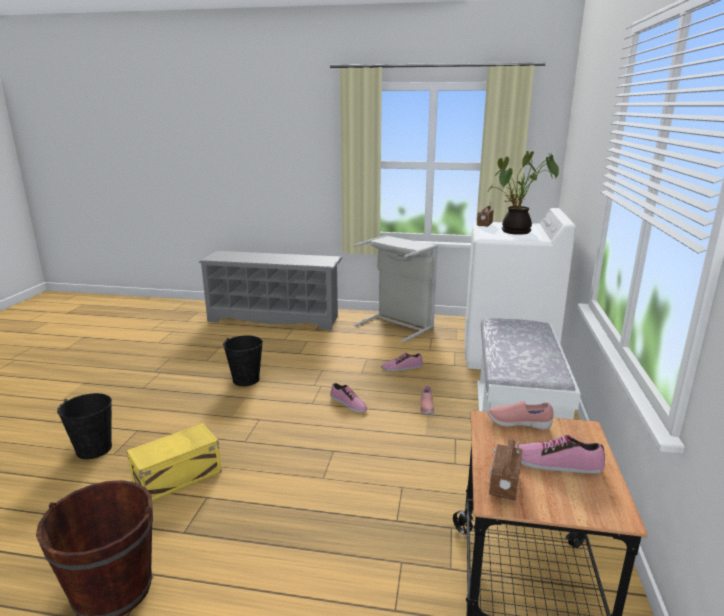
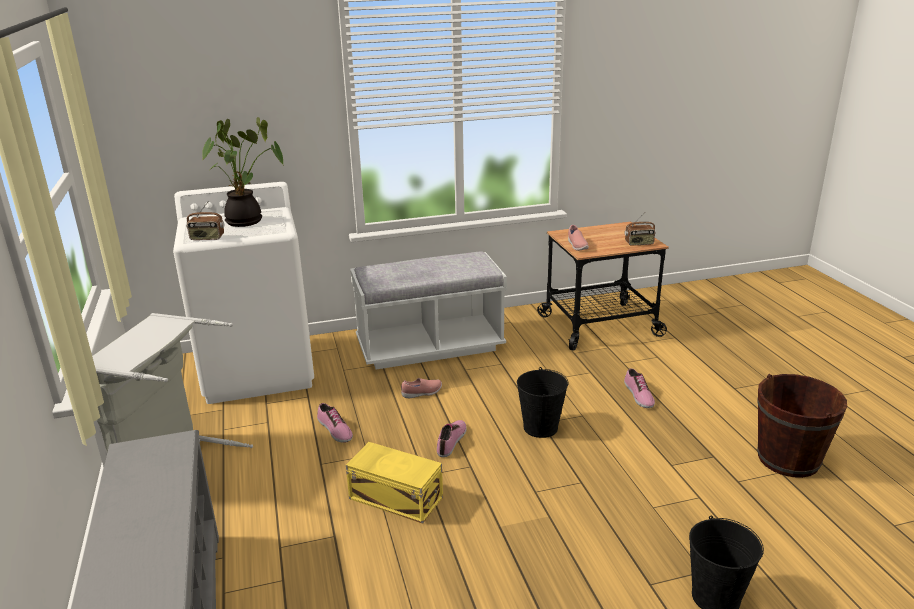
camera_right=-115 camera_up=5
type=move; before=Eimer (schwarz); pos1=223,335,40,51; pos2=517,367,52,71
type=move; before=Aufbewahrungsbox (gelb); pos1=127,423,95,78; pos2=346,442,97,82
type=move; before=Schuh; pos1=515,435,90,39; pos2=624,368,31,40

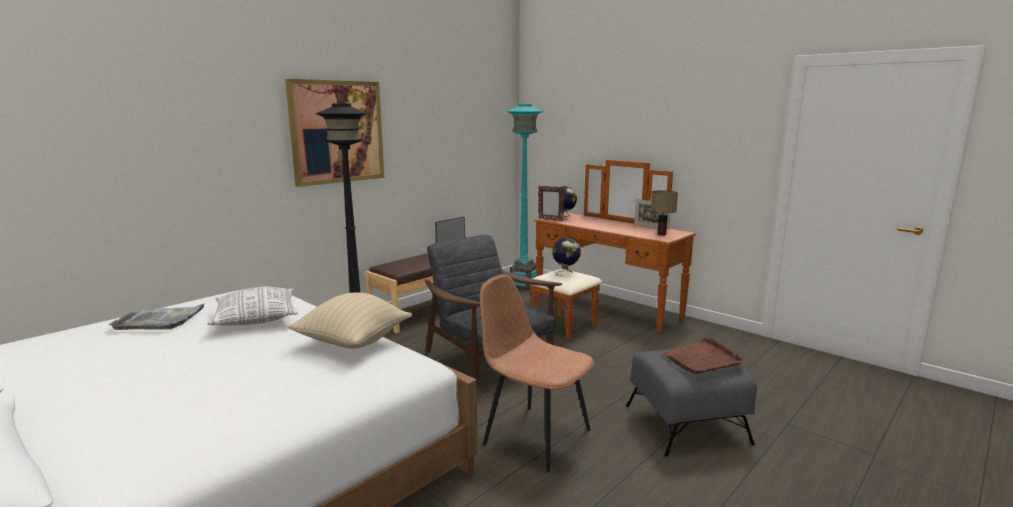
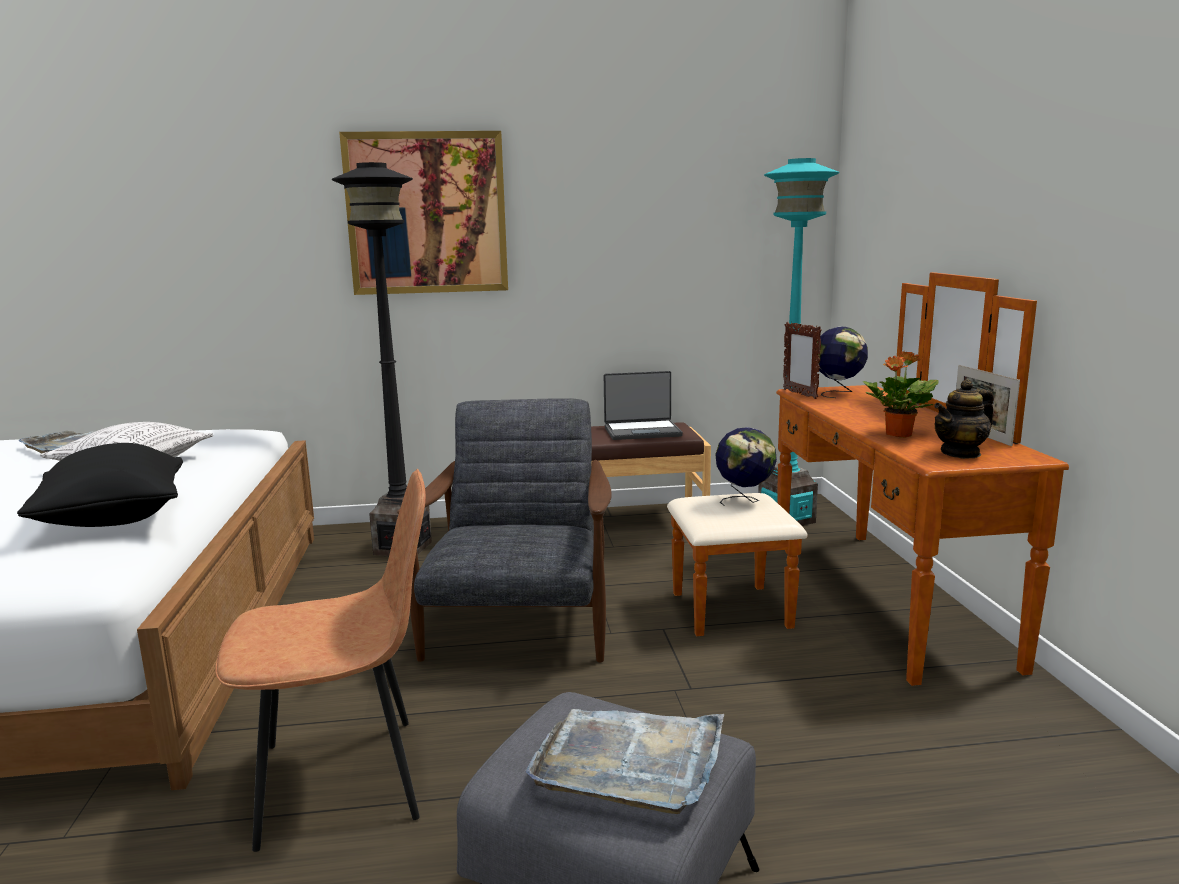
camera_right=40 camera_up=0
type=replace; before=Tischlampe; after=Teekanne; pos1=651,190,27,46; pos2=934,379,60,80
type=rotate; before=Stuhl (braun); pos1=480,274,114,198; pos2=215,469,211,383; turn=90
type=recolor; before=Kissen (beige); after=Kissen (schwarz); pos1=288,292,124,57; pos2=17,443,166,84
type=recolor; before=Tablett (braun); after=Tablett (grau); pos1=661,337,84,37; pos2=526,709,198,105
type=insert; after=Topfpflanze; pos2=863,351,76,87

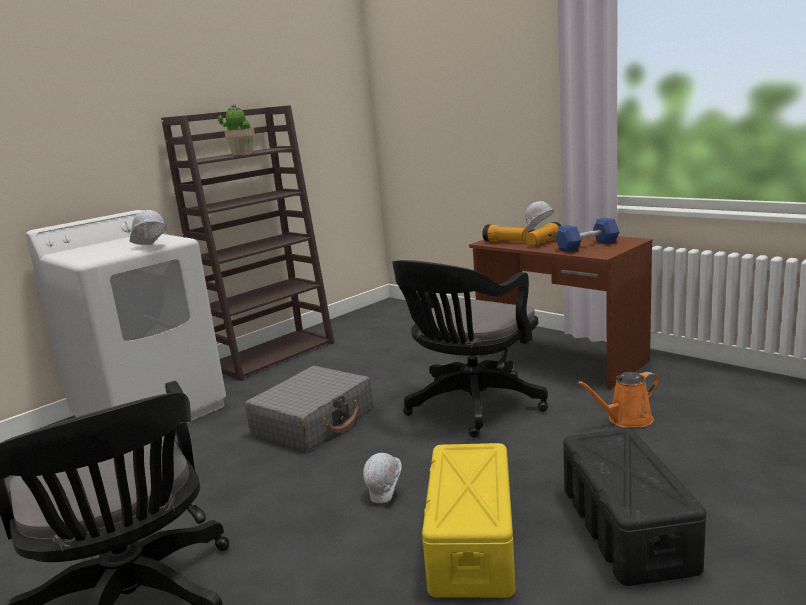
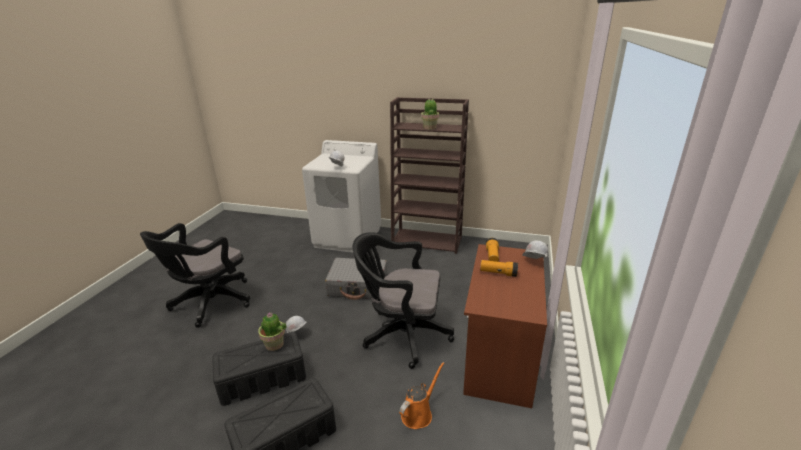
camera_right=60 camera_up=10
type=delete; before=Hantel (blau); pos1=555,218,64,34
type=rotate; before=Gießkanne (orange); pos1=577,372,82,56; pos2=399,362,45,67; turn=90
type=recolor; before=Aufbewahrungsbox (gelb); after=Aufbewahrungsbox (schwarz); pos1=422,443,94,155; pos2=212,332,94,74
type=insert; after=Topfpflanze; pos2=258,313,28,38

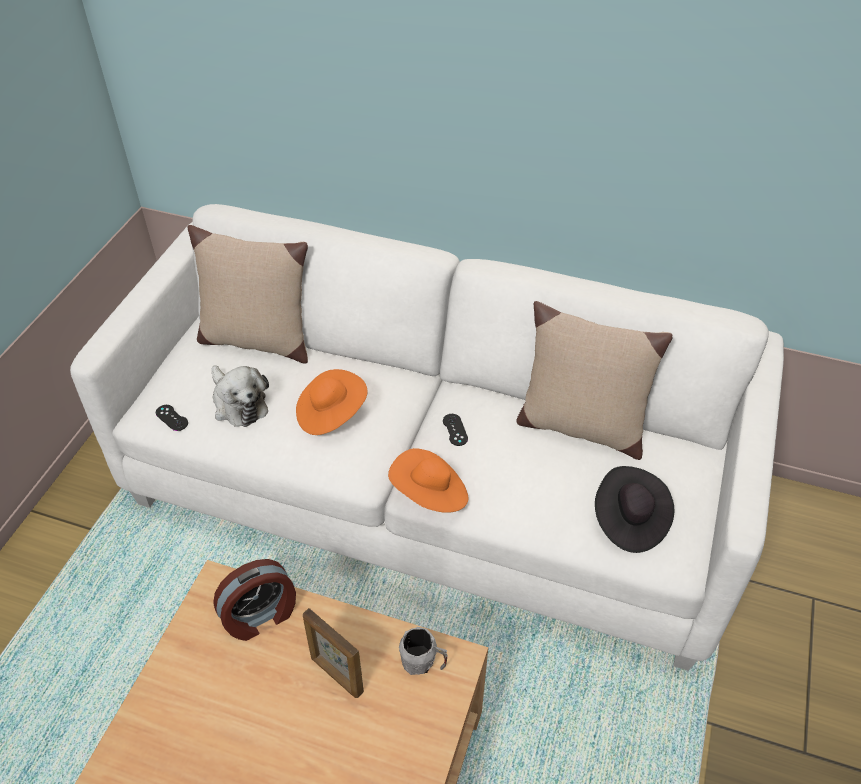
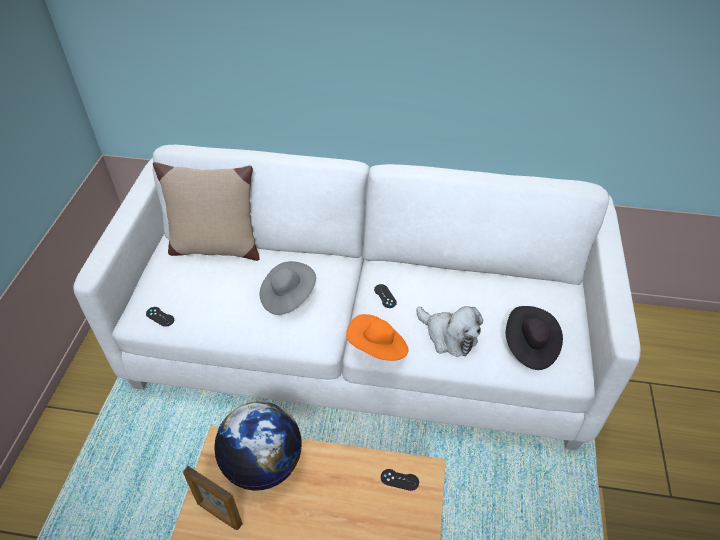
camera_right=-10 camera_up=0
type=delete; before=Kissen (beige); pos1=516,301,156,159
type=move; before=Plüschtier; pos1=212,365,57,62; pos2=416,306,67,51
type=recolor; before=Hut (orange); after=Hut (grau); pos1=296,369,72,66; pos2=259,261,57,54
type=replace; before=Wecker; after=Globus; pos1=213,559,83,82; pos2=214,401,88,90
type=move; before=Bilderrahmen; pos1=303,608,61,90; pos2=183,466,60,64
type=replace; before=Henkelbecher (grau); after=Gamepad (schwarz); pos1=399,627,49,48; pos2=381,469,38,22

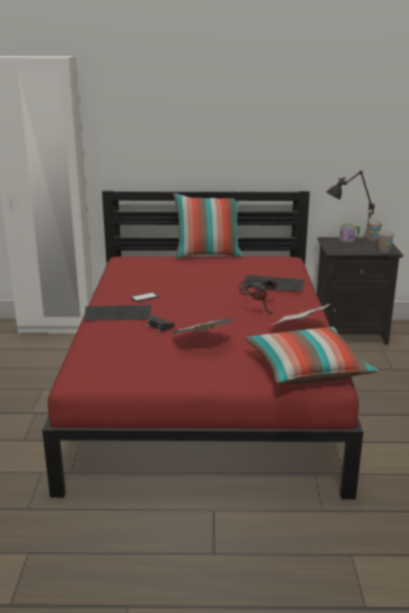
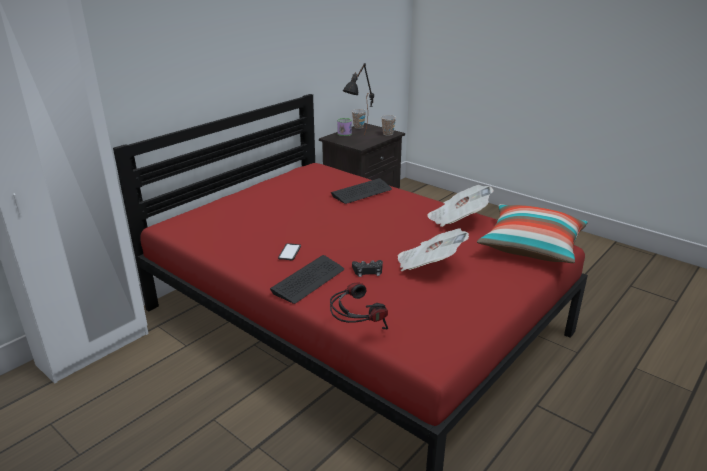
camera_right=-50 camera_up=5
type=delete; before=Kissen; pos1=173,191,69,68
type=move; before=Kopfhörer; pos1=239,279,38,35; pos2=330,282,58,47

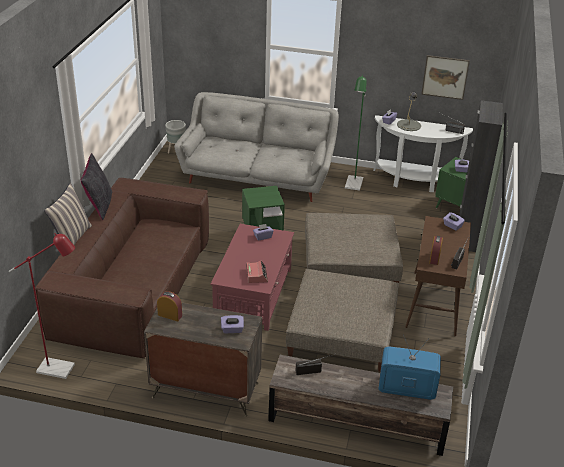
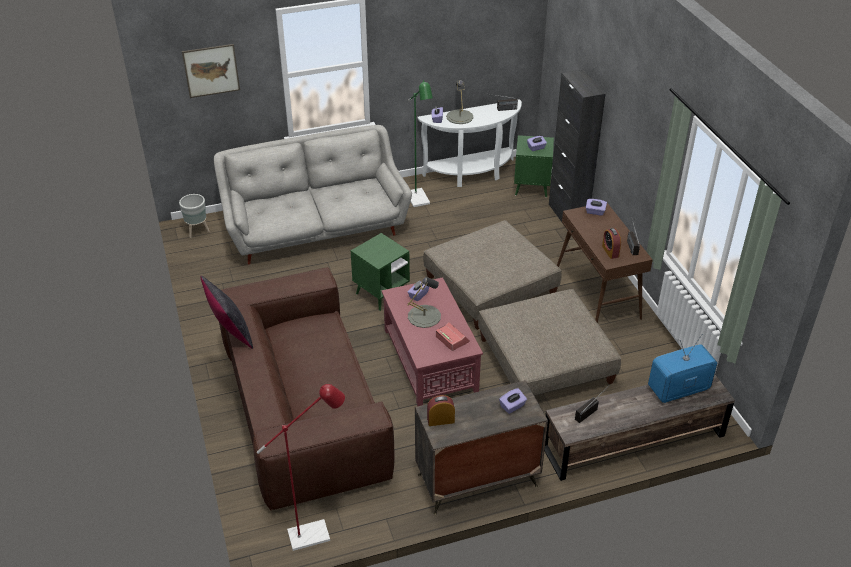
camera_right=-30 camera_up=5
type=move; before=Bild; pos1=421,55,49,45; pos2=182,44,58,54
type=delete; before=Kissen; pos1=44,183,48,62
type=insert; after=Tischlampe (grau); pos2=408,277,33,51

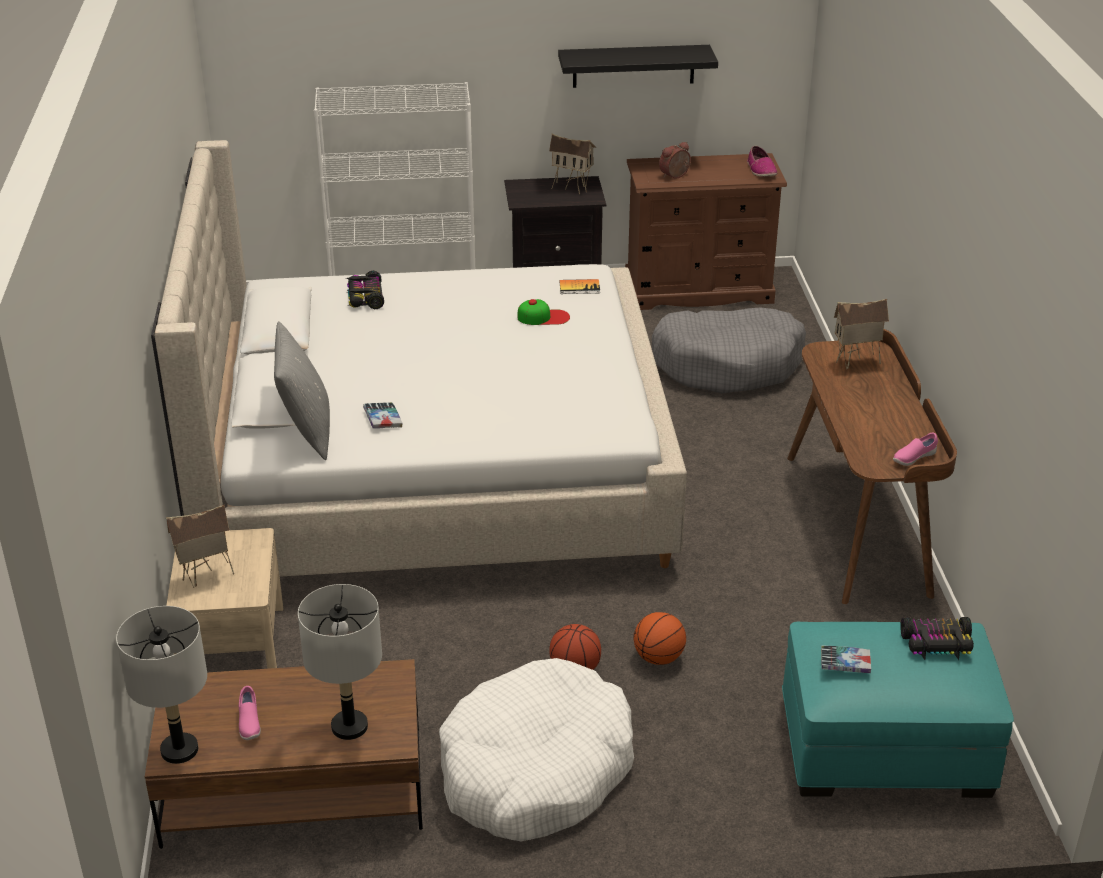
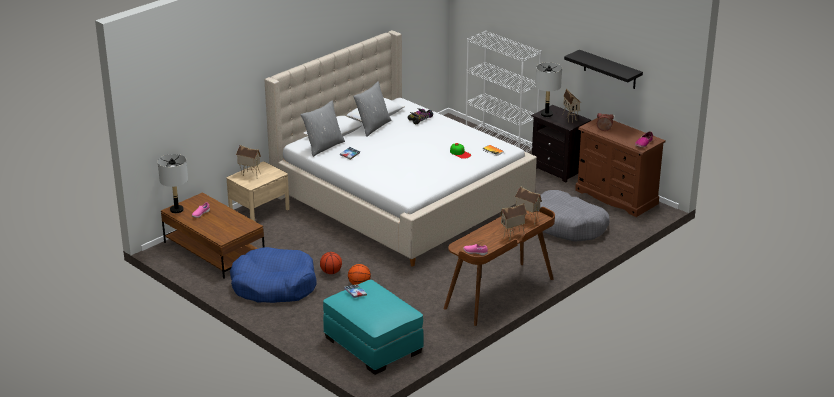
camera_right=50 camera_up=-5
type=move; before=Tischlampe (grau); pos1=298,584,84,156; pos2=535,62,27,55
type=delete; before=Spielzeugauto; pos1=900,617,74,43
type=recolor; before=Hundebett (weiß); after=Hundebett (blau); pos1=439,658,195,183; pos2=230,247,87,56
type=insert; after=Kissen (grau); pos2=353,81,39,56
type=insert; after=Spielzeughaus; pos2=500,203,27,38

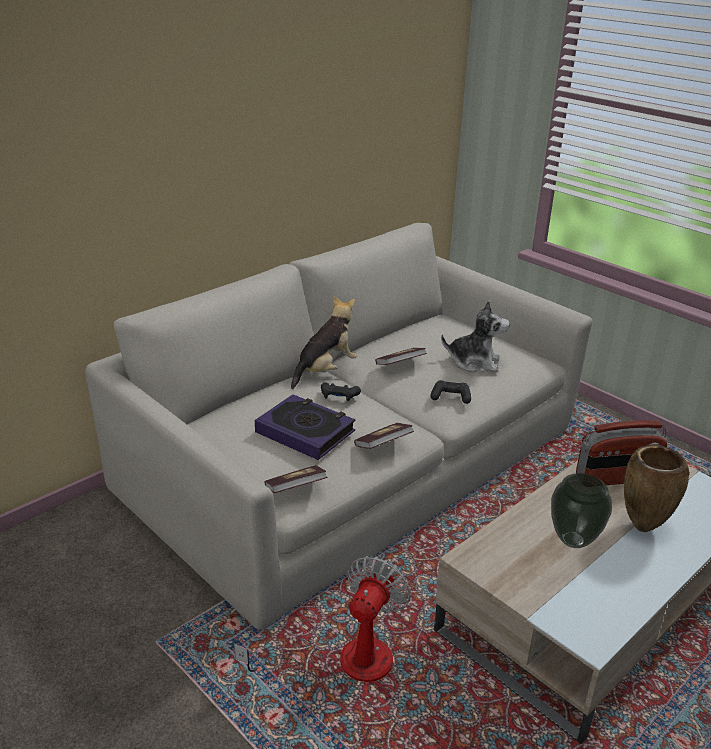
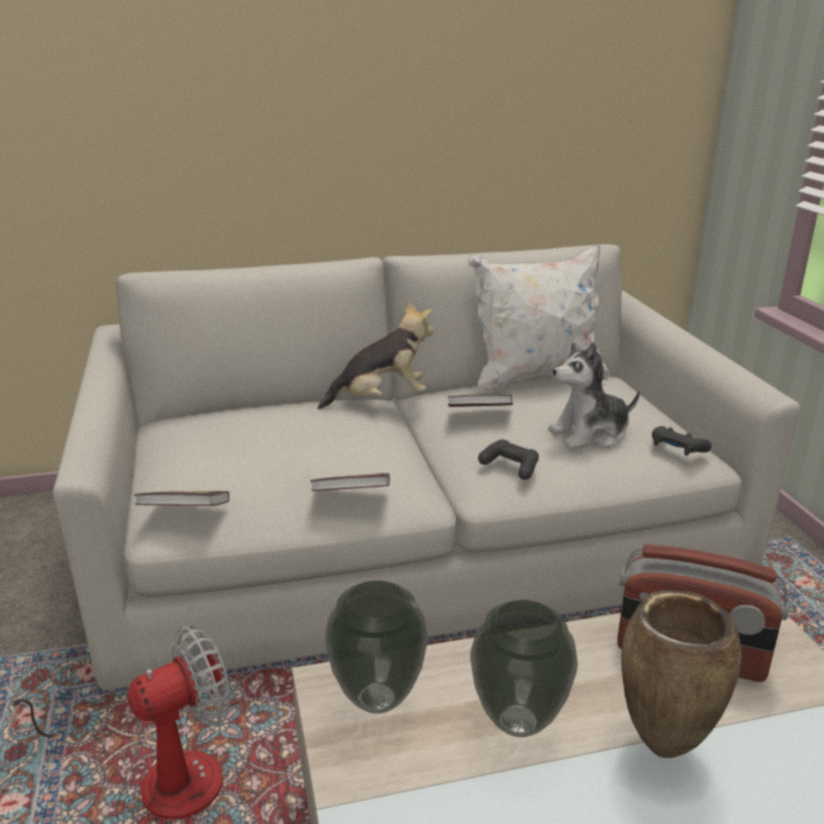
camera_right=30 camera_up=-5
type=rotate; before=Plüschtier; pos1=441,300,69,73; pos2=548,342,92,107; turn=120
type=move; before=Gamepad (schwarz); pos1=321,382,40,19; pos2=652,426,60,30
type=delete; before=Buch; pos1=255,394,100,66
type=insert; after=Kissen (weiß); pos2=467,245,142,148
type=insert; after=Vase; pos2=325,580,103,134

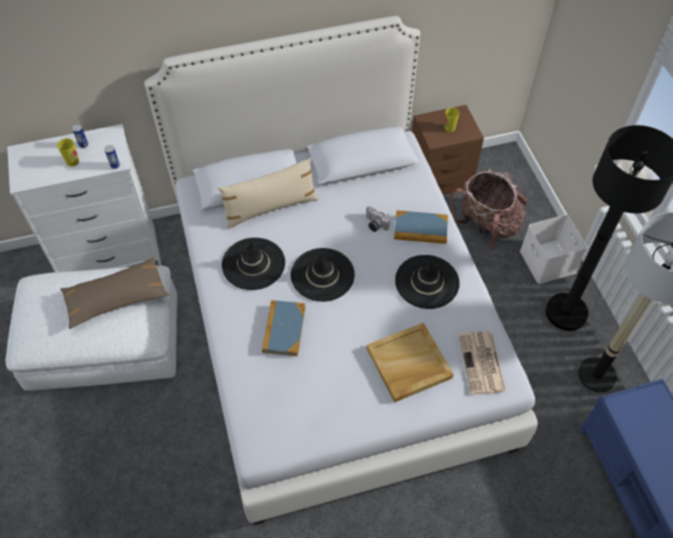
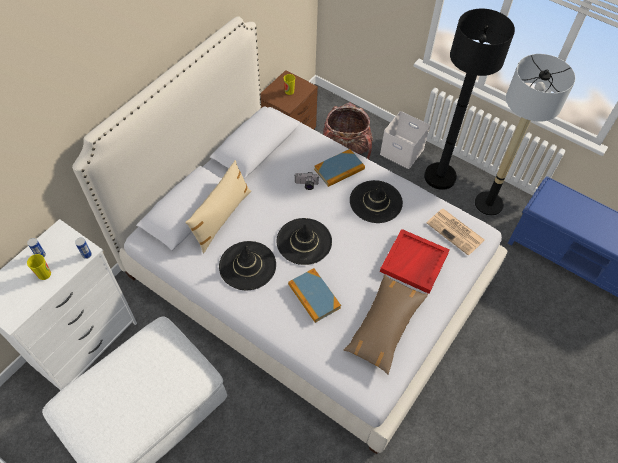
camera_right=-40 camera_up=0
type=move; before=Kissen (braun); pos1=60,257,109,72; pos2=344,274,84,101
type=recolor; before=Tablett (beige); after=Tablett (rot); pos1=367,323,87,80; pos2=380,229,70,65

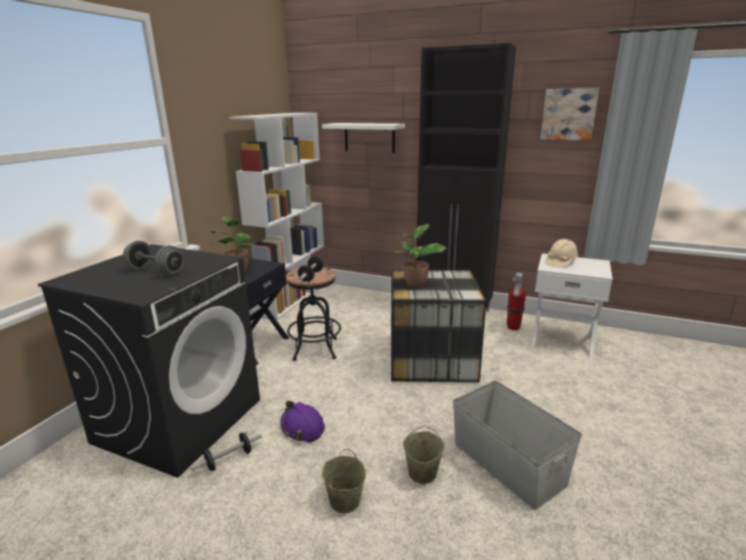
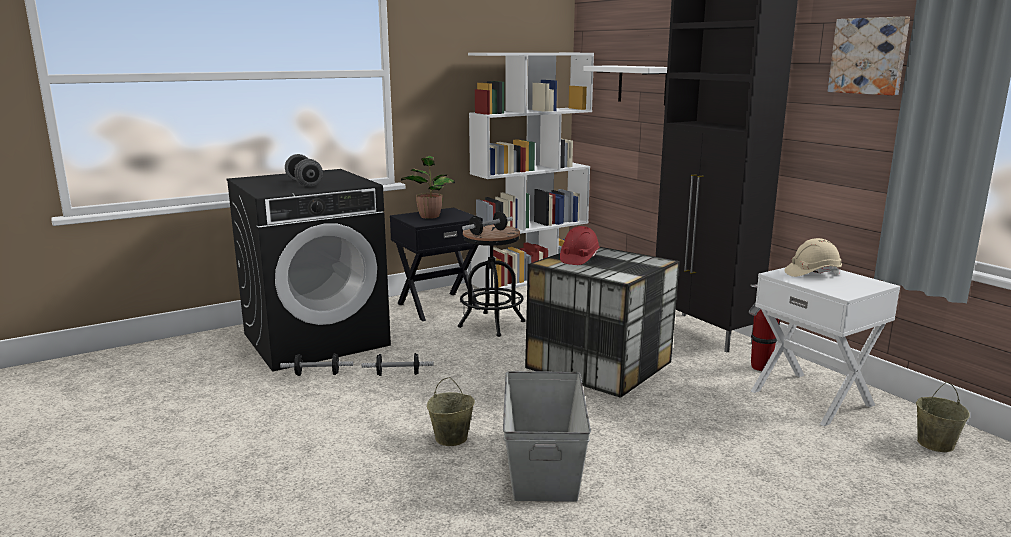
camera_right=35 camera_up=-5
type=replace; before=Topfpflanze; after=Schutzhelm (rot); pos1=386,224,61,64; pos2=560,226,40,39
type=replace; before=Schutzhelm (lila); after=Hantel; pos1=281,400,44,43; pos2=362,353,72,23
type=move; before=Eimer (beige); pos1=322,449,44,65; pos2=916,382,54,70

